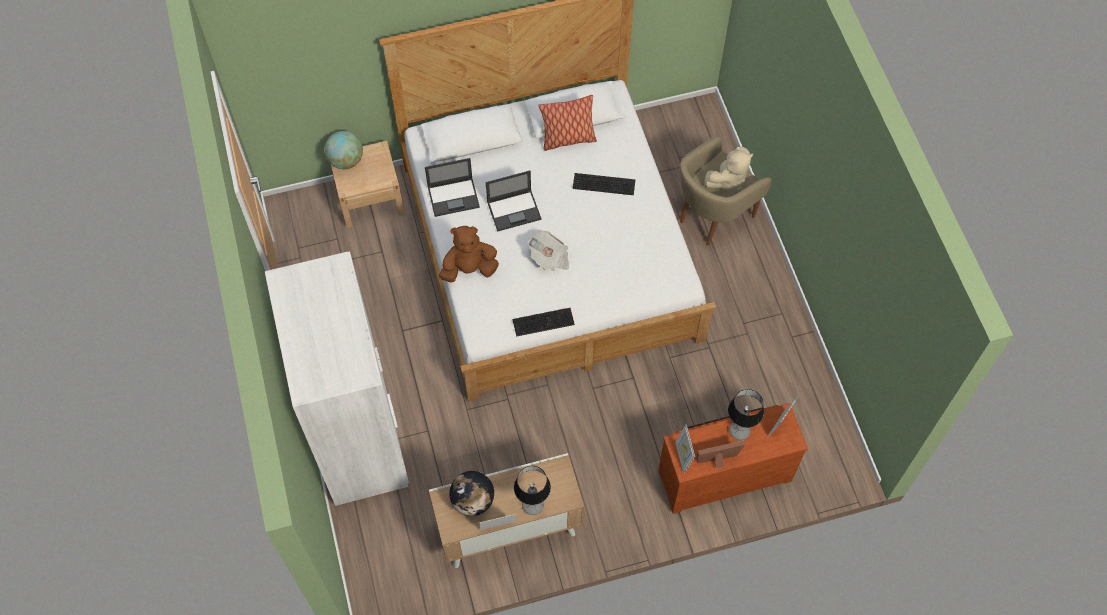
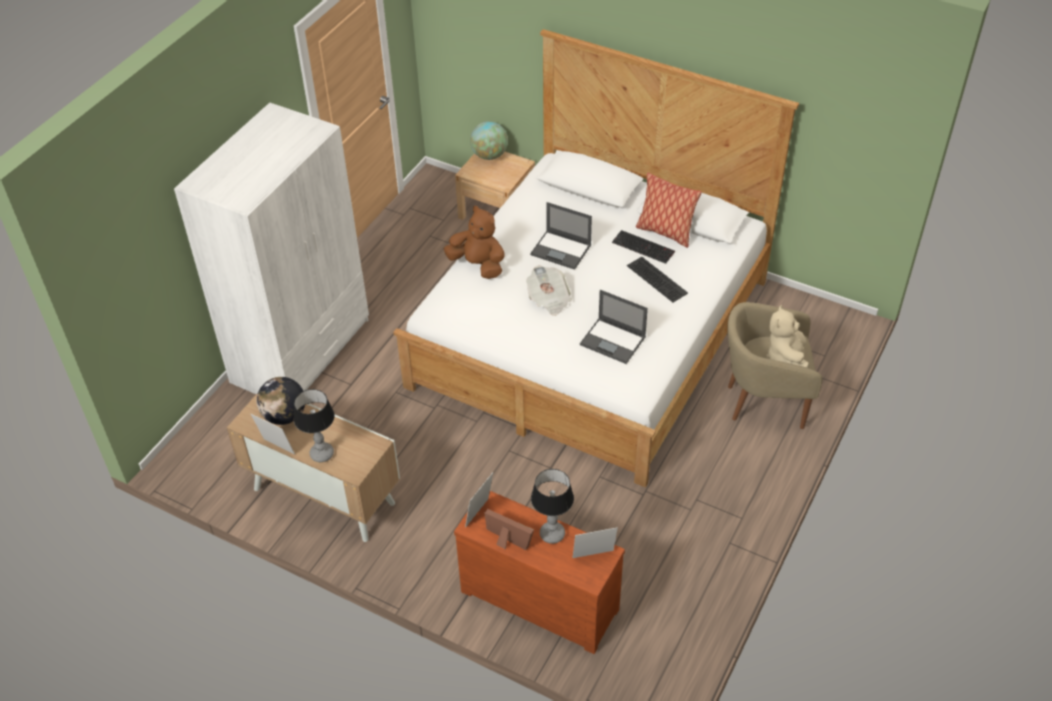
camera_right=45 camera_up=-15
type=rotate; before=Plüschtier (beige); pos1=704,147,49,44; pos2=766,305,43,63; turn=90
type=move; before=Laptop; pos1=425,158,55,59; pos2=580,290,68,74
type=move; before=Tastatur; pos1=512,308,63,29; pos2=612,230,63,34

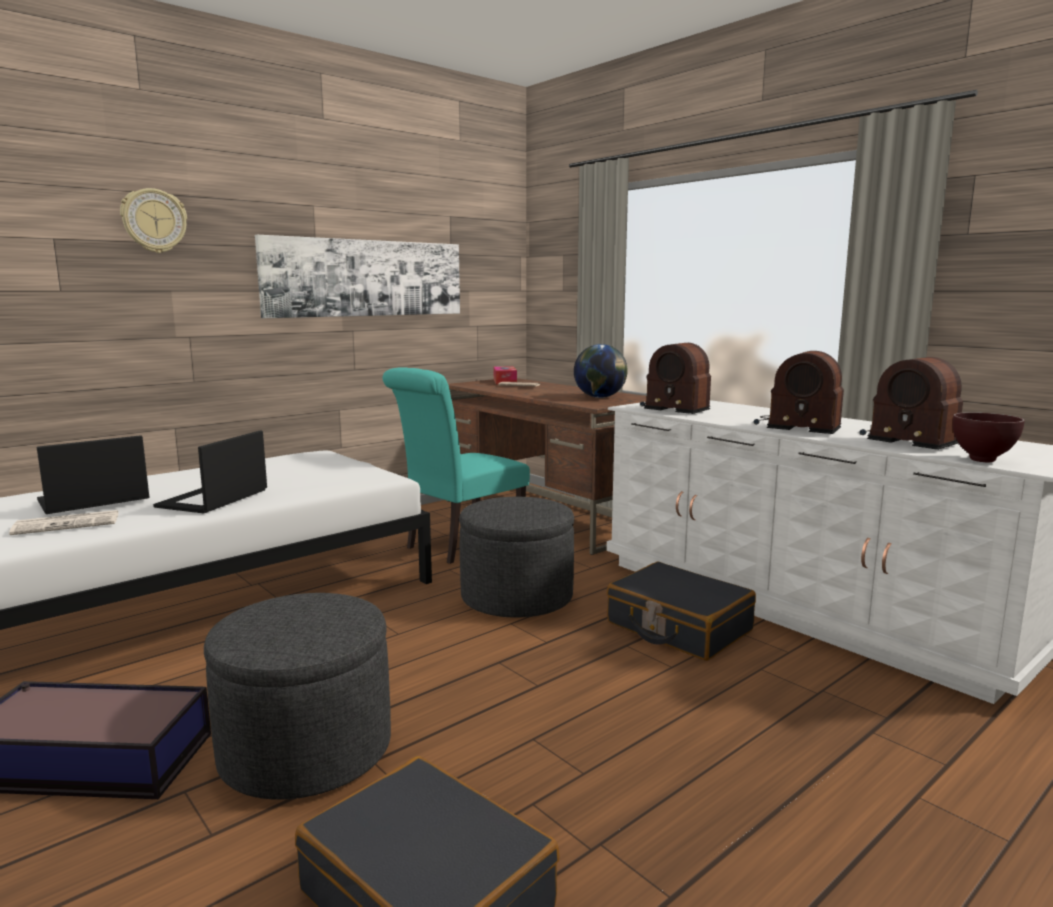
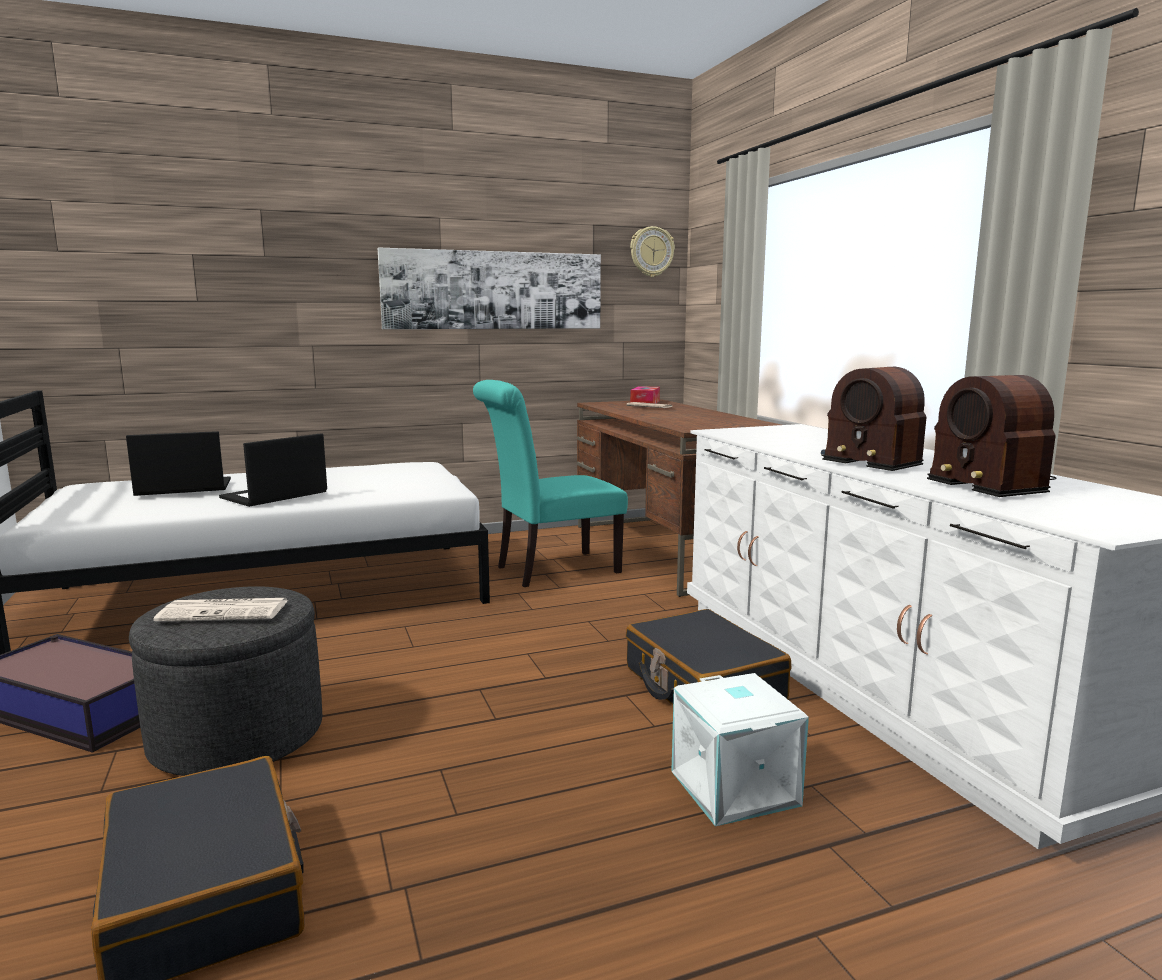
camera_right=20 camera_up=0
type=move; before=Wanduhr; pos1=120,188,67,65; pos2=630,226,45,51
type=delete; before=Radio; pos1=640,343,71,71
type=delete; before=Globus; pos1=574,344,54,54
type=delete; before=Schüssel (braun); pos1=953,412,72,50
type=delete; before=Polsterhocker (grau); pos1=459,497,115,121
type=move; before=Zeitung; pos1=9,510,110,25; pos2=153,598,135,24
type=insert; after=Aufbewahrungsbox (weiß); pos2=671,673,138,153

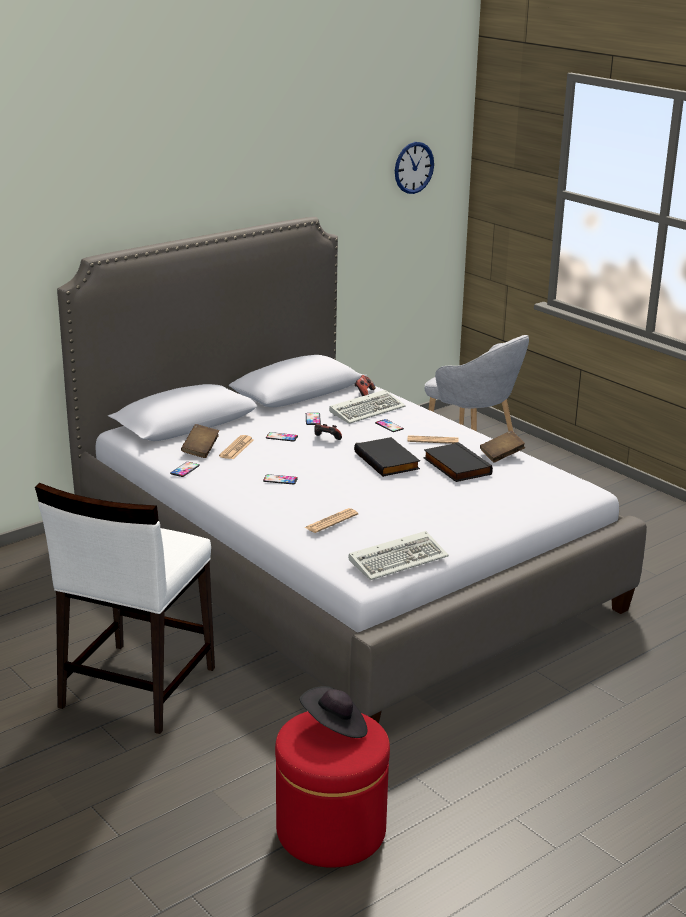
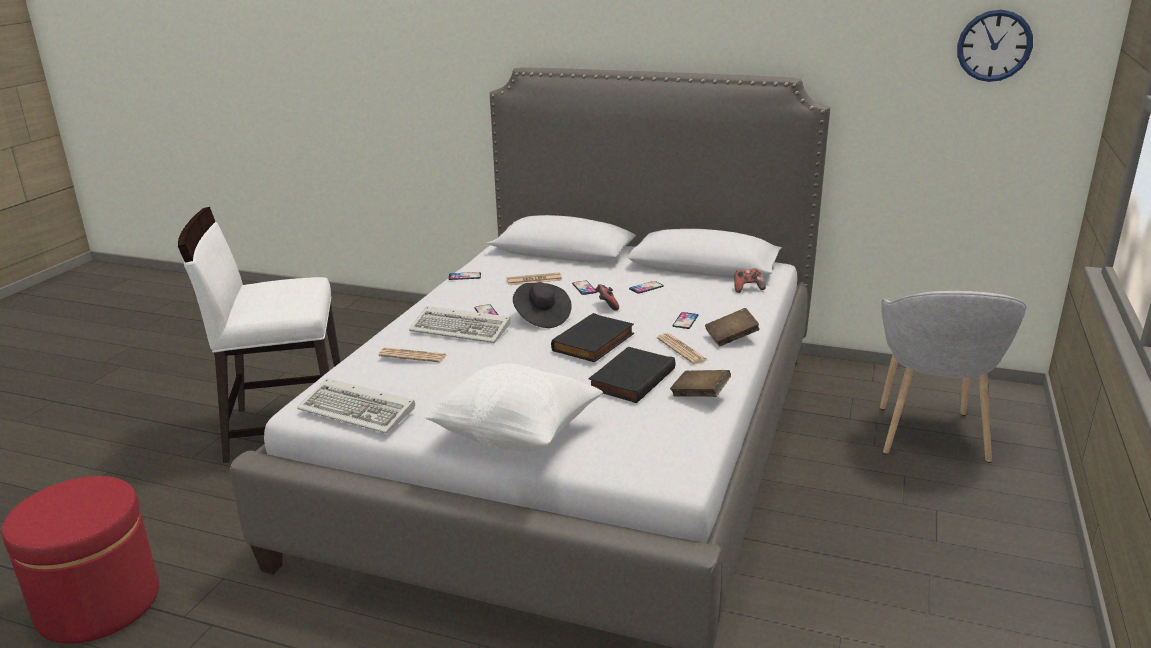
camera_right=60 camera_up=0
type=move; before=Tastatur; pos1=329,390,76,34; pos2=409,306,102,37
type=move; before=Buch (braun); pos1=181,424,38,34; pos2=705,308,55,38
type=move; before=Hut (schwarz); pos1=299,686,68,52; pos2=513,282,59,46
type=insert; after=Kissen (weiß); pos2=424,363,179,88

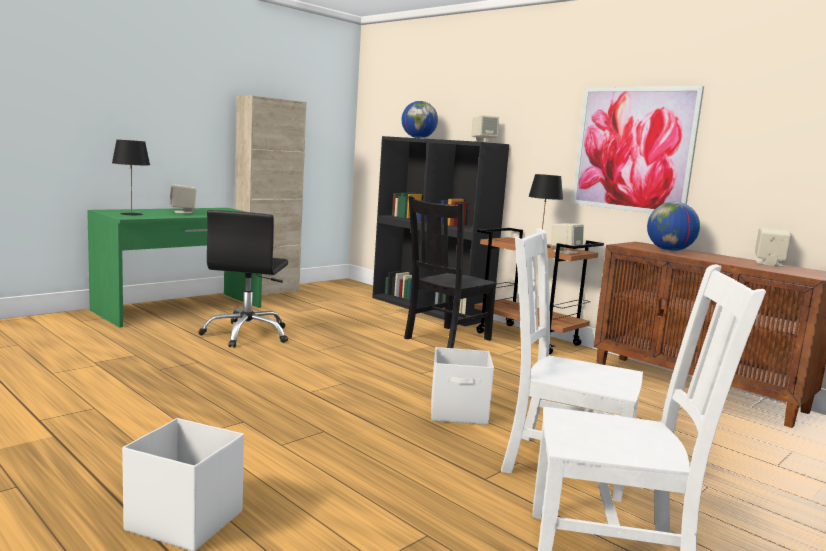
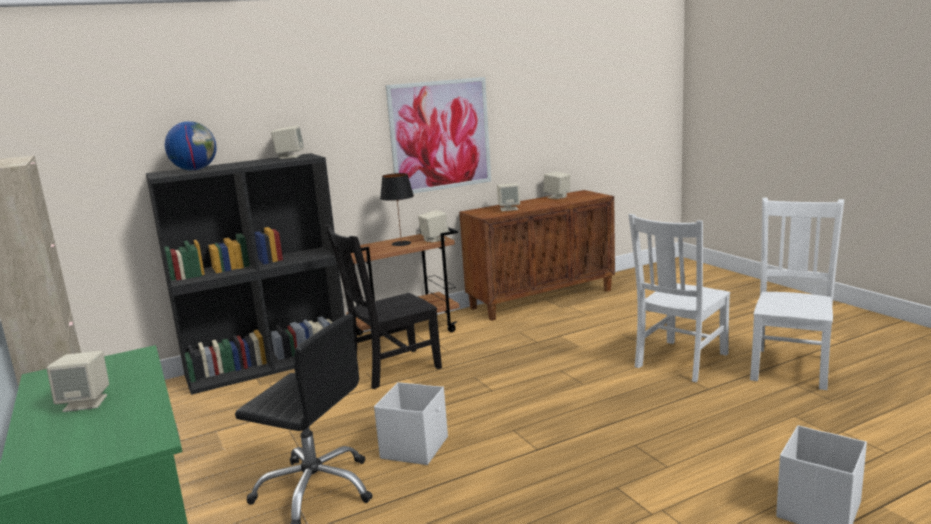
camera_right=-70 camera_up=5
type=delete; before=Tischlampe (schwarz); pos1=112,140,38,75
type=rotate; before=Stuhl (schwarz); pos1=404,196,93,152; pos2=325,224,117,165; turn=90
type=replace; before=Globus; after=Lautsprecher (beige); pos1=647,202,53,49; pos2=497,183,23,28
type=move; before=Aufbewahrungsbox (weiß); pos1=431,347,63,78; pos2=374,382,74,83

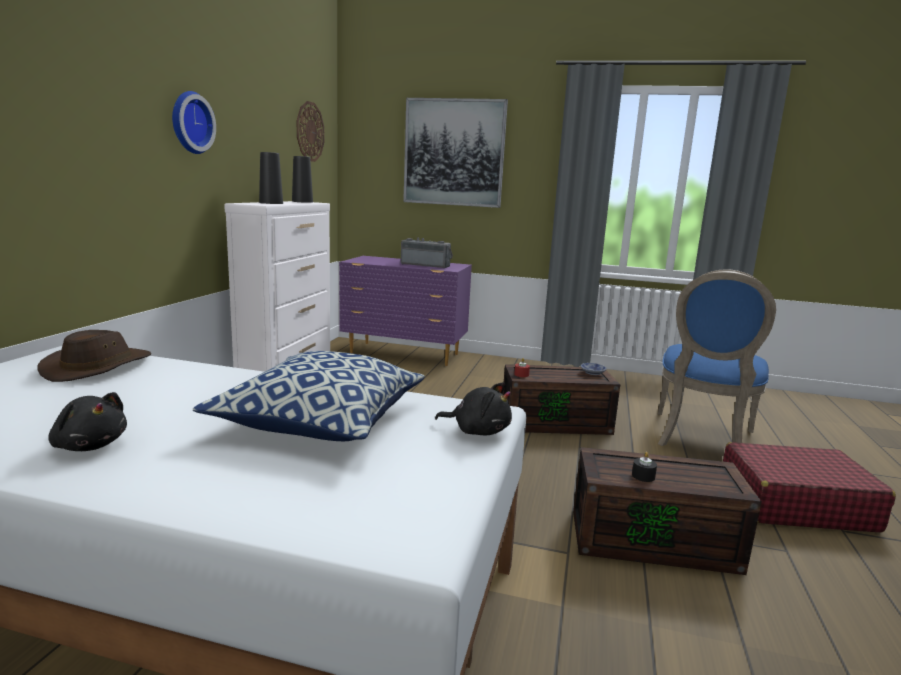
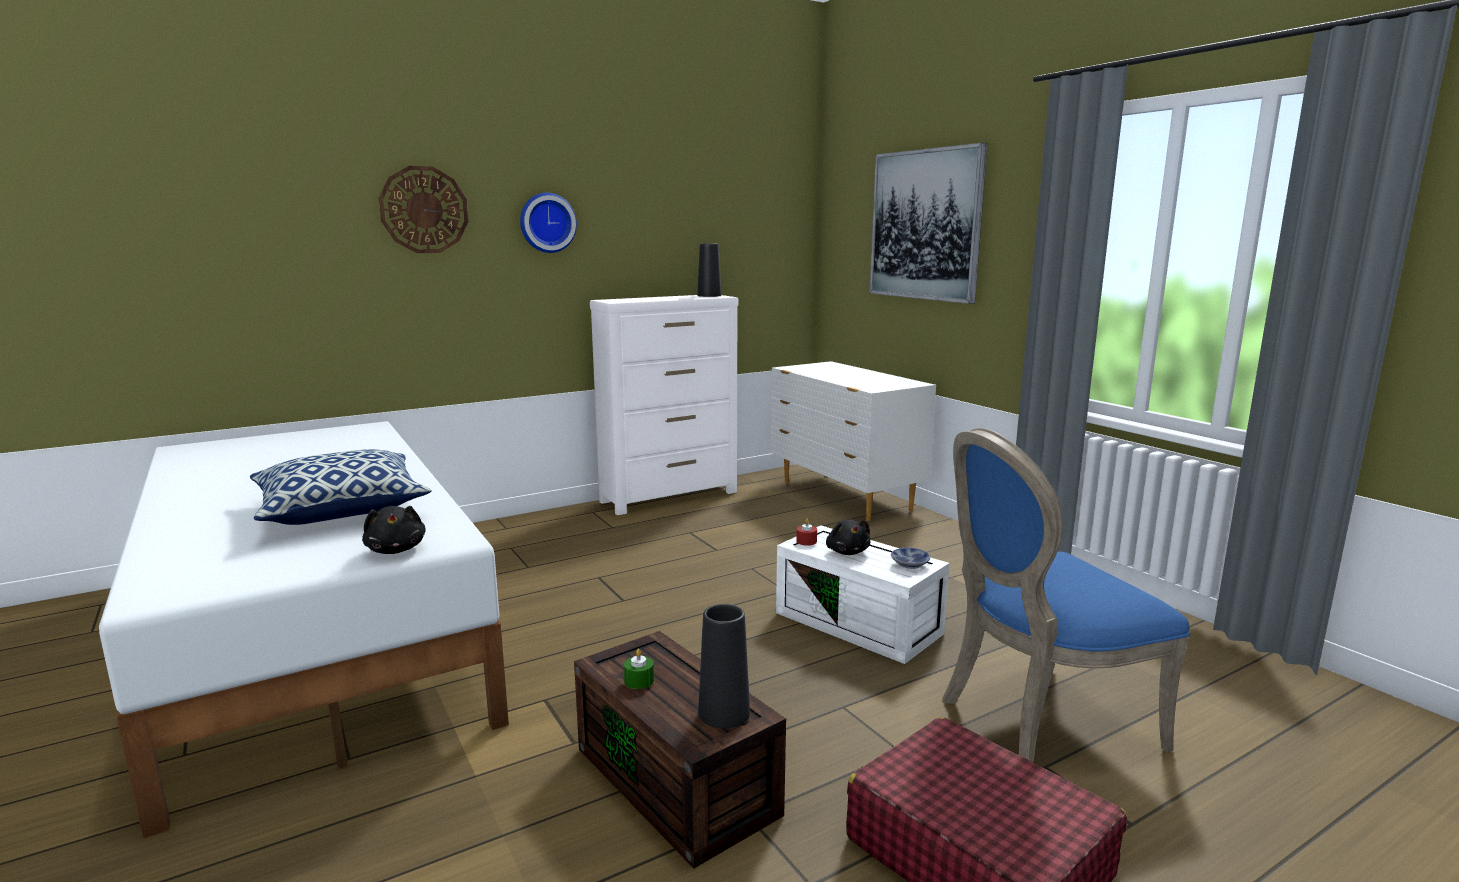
camera_right=45 camera_up=0
type=move; before=Wanduhr; pos1=297,101,27,61; pos2=379,166,89,87
type=move; before=Vase (schwarz); pos1=259,152,24,52; pos2=698,604,52,124
type=delete; before=Radio; pos1=401,238,52,30
type=recolor; before=Kommode (lila); after=Kommode (weiß); pos1=339,256,133,110; pos2=771,361,165,160
type=delete; before=Hut (braun); pos1=37,330,114,52
type=recolor; before=Aufbewahrungsbox (braun); after=Aufbewahrungsbox (weiß); pos1=503,364,117,71; pos2=776,525,173,139
type=move; before=Plüschtier (schwarz); pos1=48,392,79,59; pos2=826,519,44,36
type=recolor; before=Kerze (schwarz); after=Kerze (grün); pos1=632,452,25,30; pos2=624,649,30,40

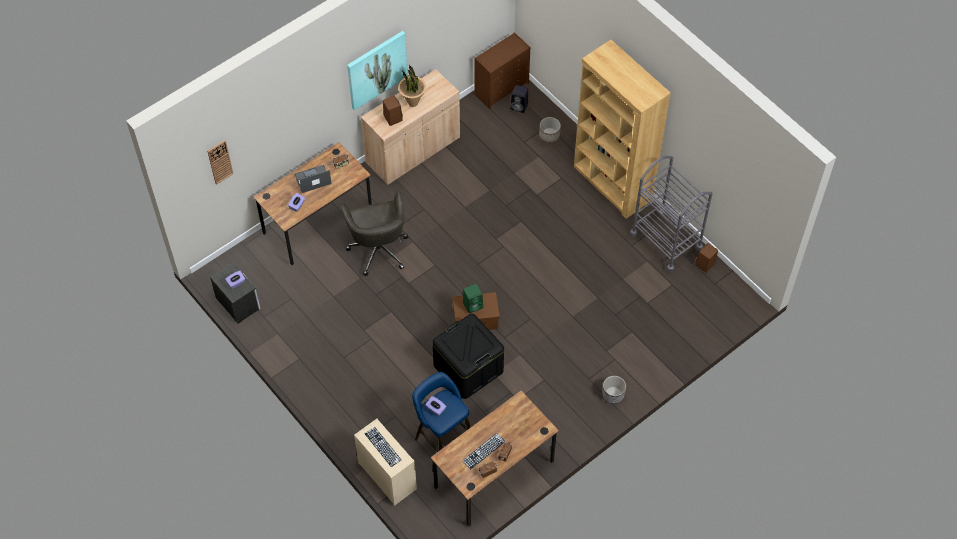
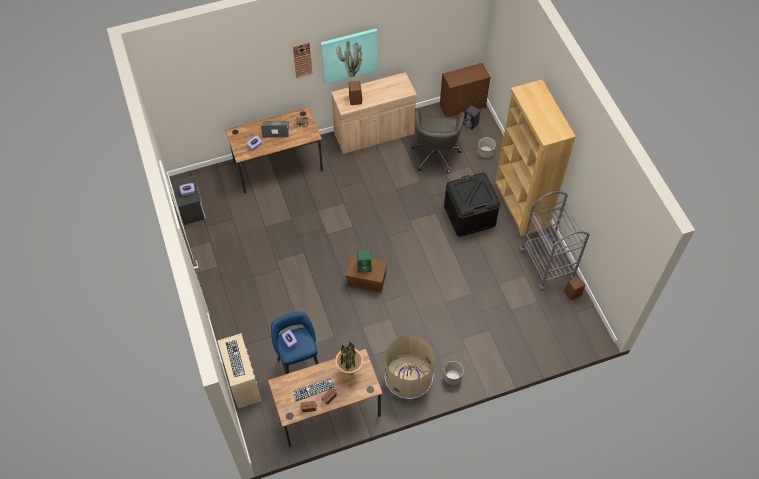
camera_right=20 camera_up=0
type=move; before=Topfpflanze; pos1=398,65,28,42; pos2=335,342,28,33
type=move; before=Wanduhr; pos1=207,140,26,45; pos2=293,42,20,36
type=move; before=Bürostuhl (grau); pos1=340,191,68,85; pos2=411,108,54,66
type=move; before=Aufbewahrungsbox (schwarz); pos1=432,314,72,85; pos2=444,173,56,64
type=insert; after=Mülleimer (beige); pos2=384,335,51,65

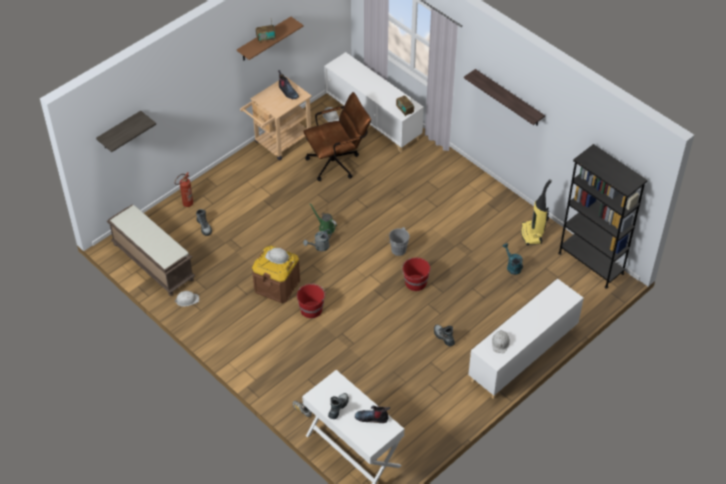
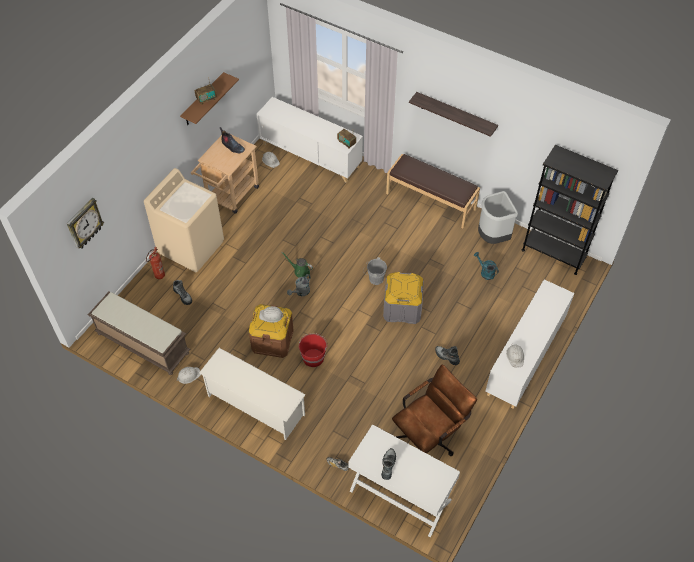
camera_right=-15 camera_up=5
type=move; before=Bürostuhl (braun); pos1=303,92,68,89; pos2=392,364,85,92
type=replace; before=Wandregal; after=Wanduhr; pos1=96,111,60,41; pos2=67,198,37,51
type=replace; before=Staubsauger; after=Mülleimer (grau); pos1=521,179,31,67; pos2=478,191,40,53
type=replace; before=Eimer (rot); after=Aufbewahrungsbox (grau); pos1=401,258,29,33; pos2=383,272,41,52
type=delete; before=Stiefel; pos1=355,406,35,17
type=insert; after=Bank (braun); pos2=386,154,94,74
type=insert; after=Waschmaschine (beige); pos2=144,168,80,104
type=insert; after=Schuhregal (weiß); pos2=199,348,107,92

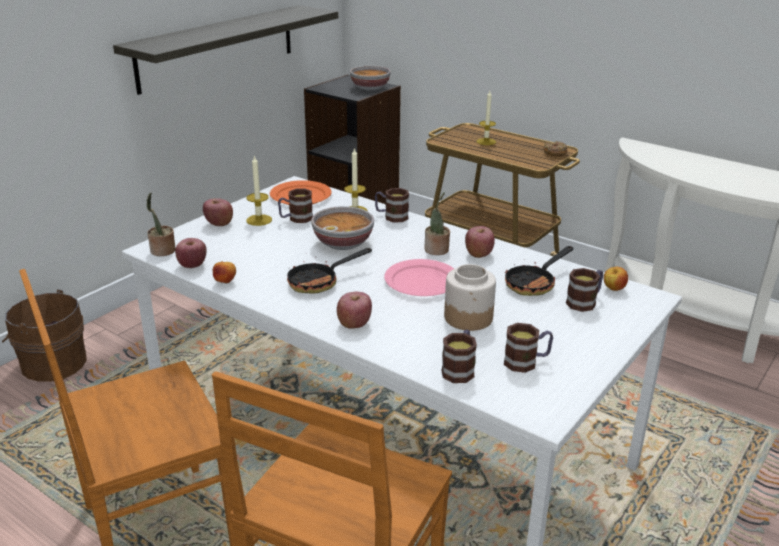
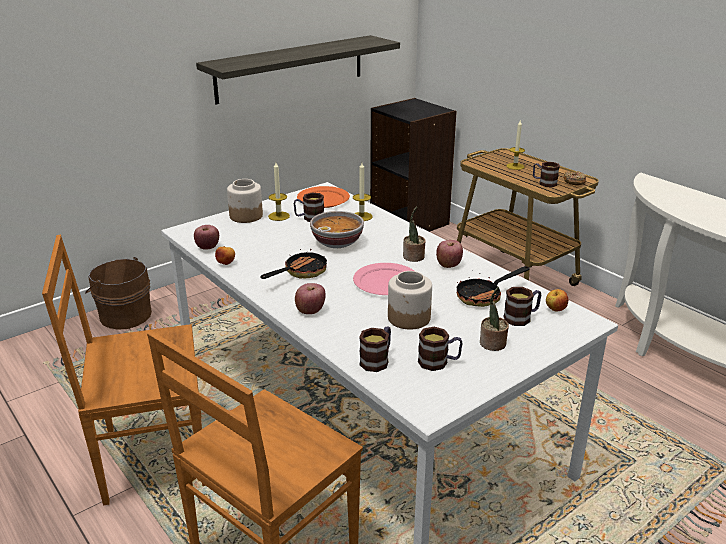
camera_right=15 camera_up=0
type=delete; before=Schüssel; pos1=350,66,41,25
type=move; before=Henkelbecher; pos1=375,188,34,35; pos2=533,162,27,25
type=move; before=Topfpflanze; pos1=146,193,30,63; pos2=480,287,29,64
type=replace; before=Apfel; after=Vorratsglas; pos1=203,198,30,28; pos2=227,179,36,44
type=rotate; before=Pfanne; pos1=287,248,85,46; pos2=261,249,66,30; turn=150

